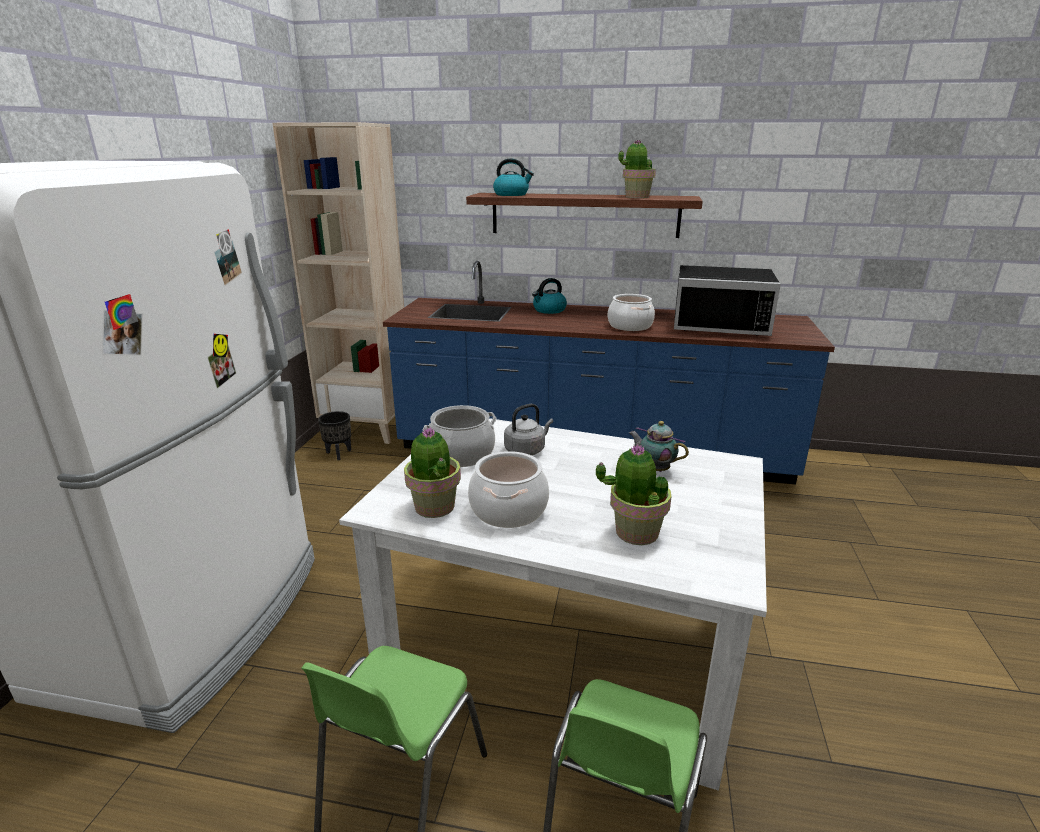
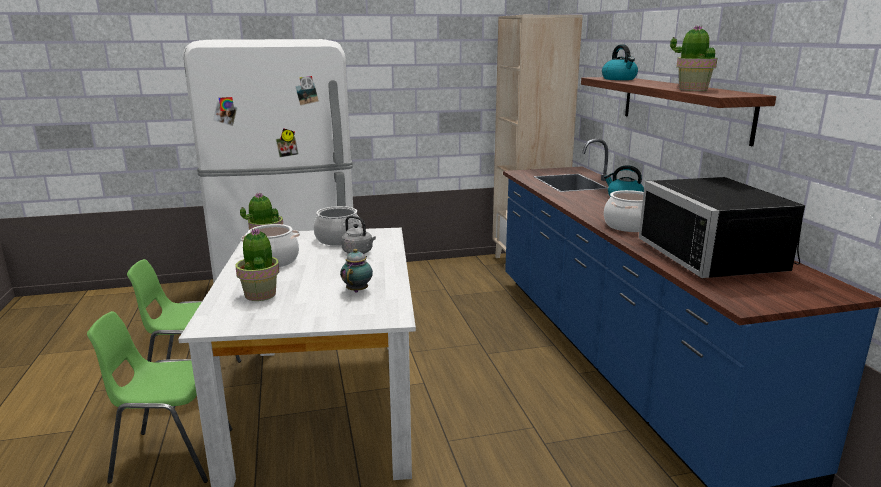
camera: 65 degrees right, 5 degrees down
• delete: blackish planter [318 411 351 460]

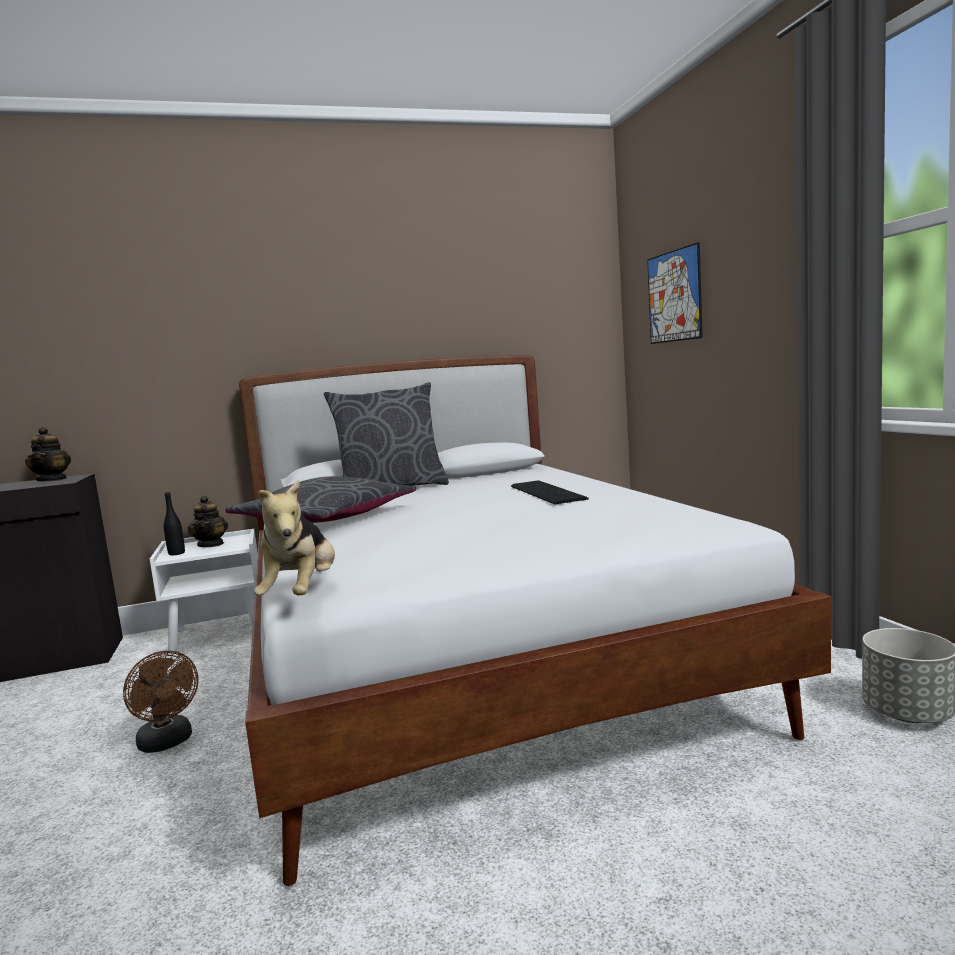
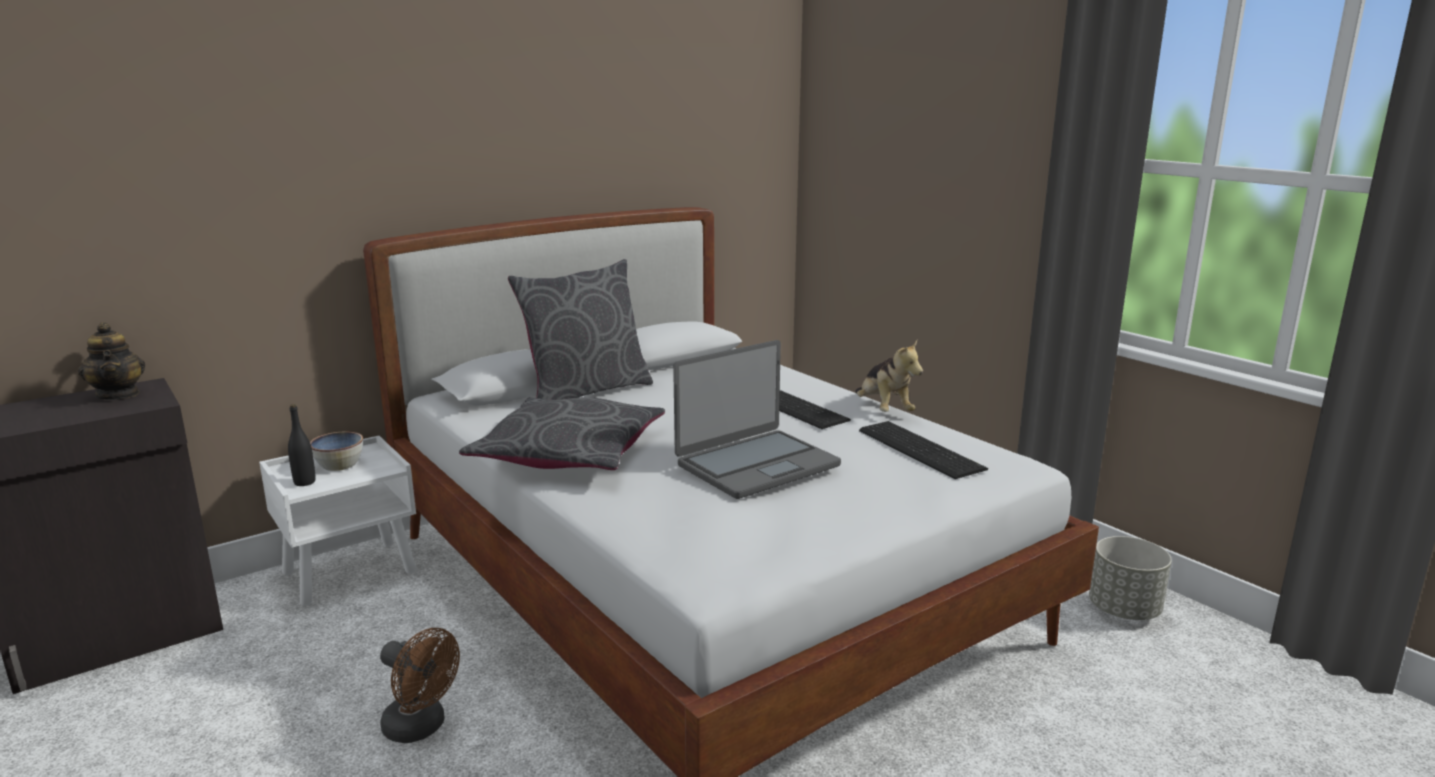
camera: 20 degrees left, 10 degrees up
• replace: tea pot [188 496 228 547] to deep dish [310 431 363 471]
• move: plush toy [254 480 335 595] to [855 340 923 412]
• delete: picture [647 242 703 344]
• insert: portable computer [673 340 841 499]
• insert: computer keyboard [859 421 988 479]

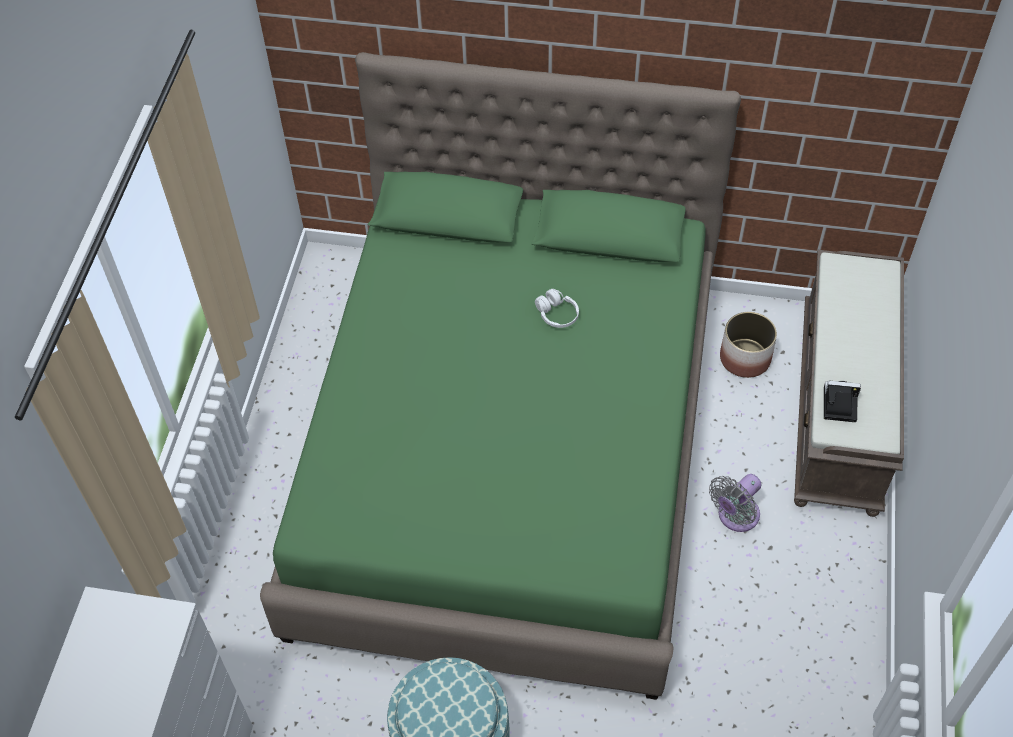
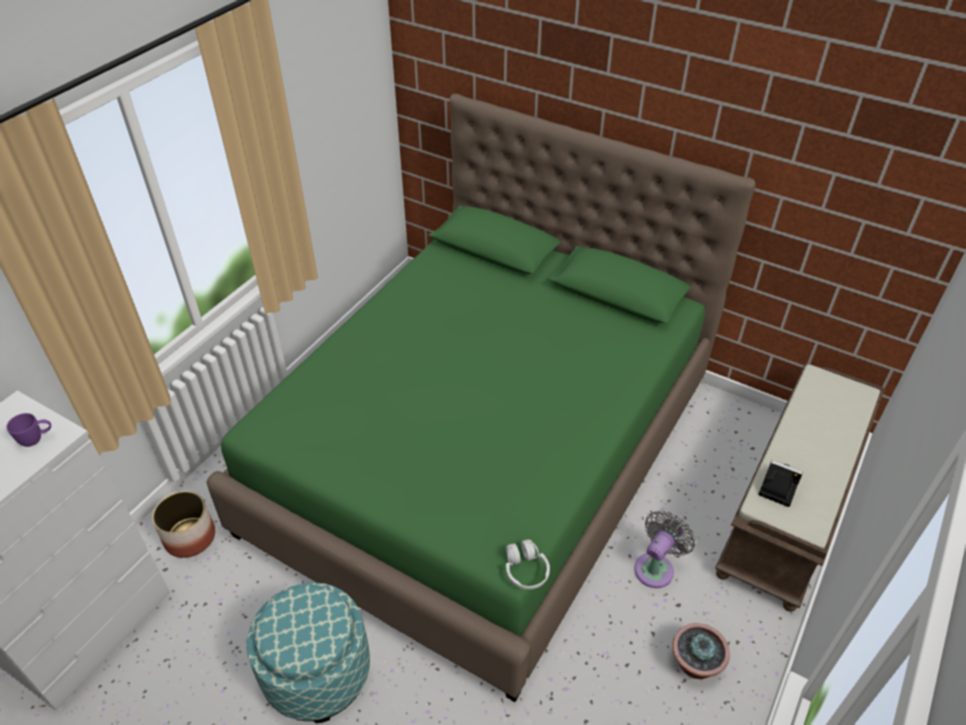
camera: 20 degrees right, 10 degrees down
• move: white-coloured headset [535 289 579 328] to [506 539 550 589]
• rotate: grey electric fan [709 474 762 532] = [634 510 695 588] 150 degrees clockwise
• move: planter [720 312 777 378] to [152 491 215 558]
• insert: purple tea mug [6 413 51 447]
• insert: houseplant [672 623 730 679]

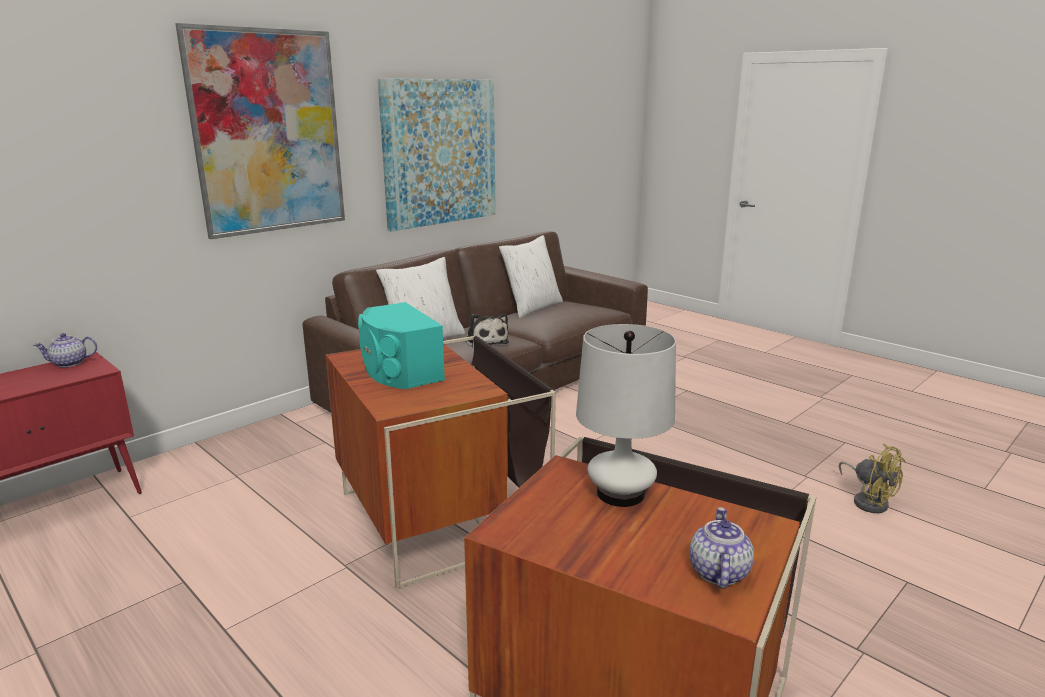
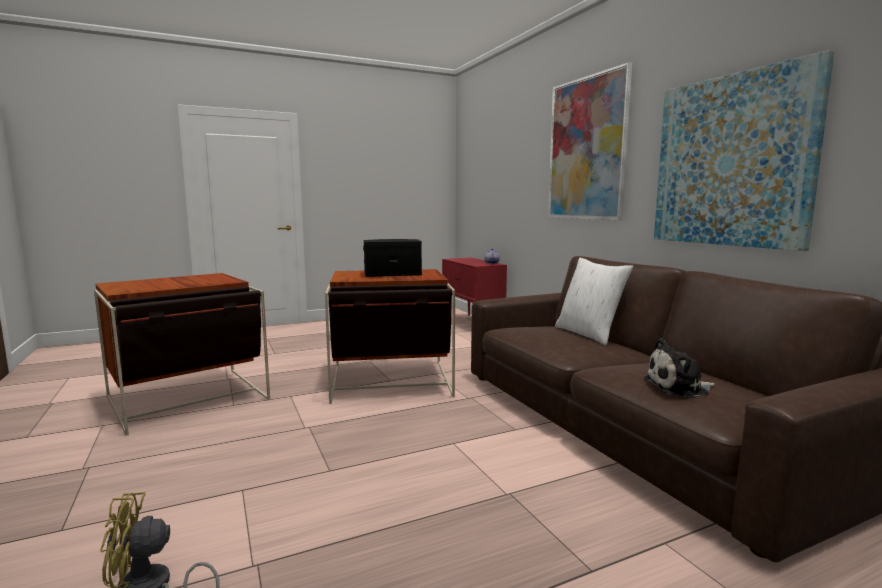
camera: 110 degrees right, 10 degrees down
• recolor: turquoise-coloured audio speaker [358 302 445 389] to blackish audio speaker [363 239 422 277]
• move: plush toy [466 314 509 348] to [644 338 715 397]
• delete: white-coloured throw pillow [499 235 563 318]
• delete: white-coloured tabletop lamp [576 324 676 507]
• delete: tea pot [690 507 754 589]

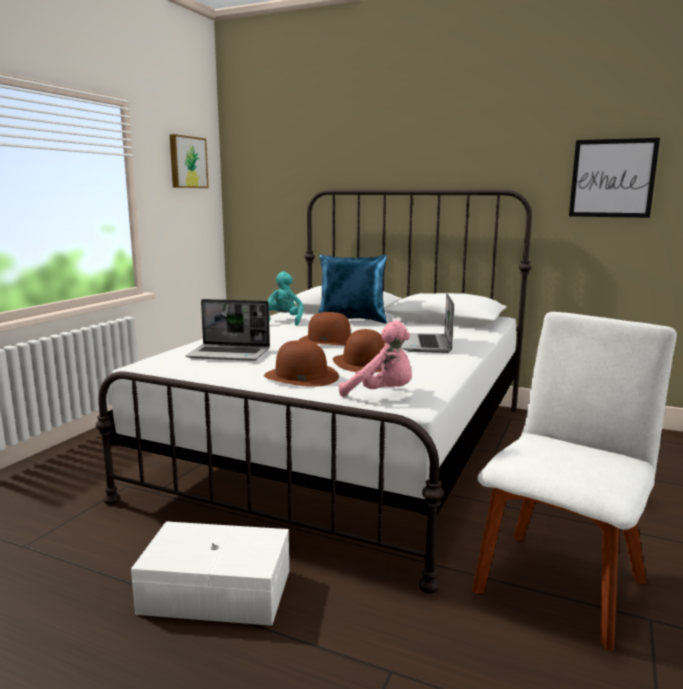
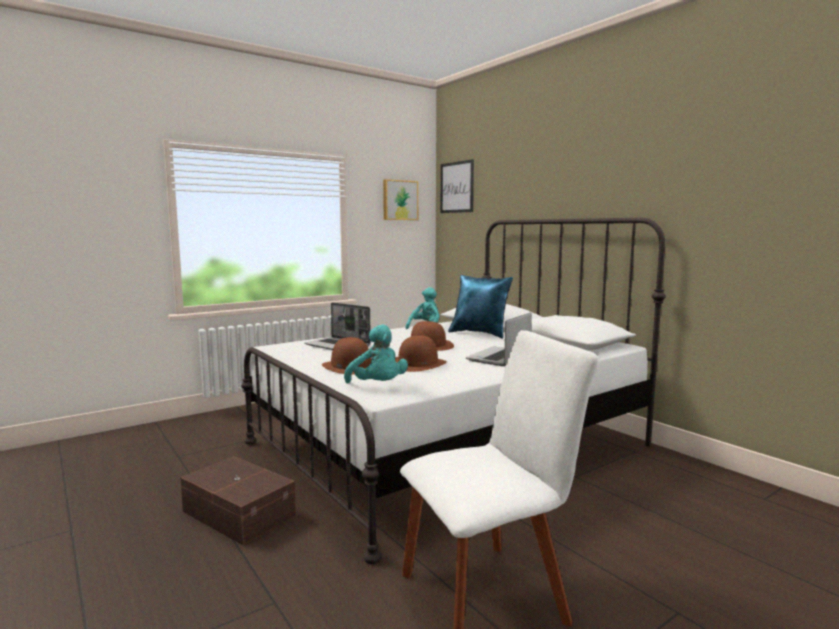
camera: 30 degrees right, 5 degrees down
• recolor: white-coloured storage container [131 521 289 626] to brown-coloured storage container [180 456 296 545]
• recolor: pink-coloured plush toy [339 320 412 397] to turquoise-coloured plush toy [344 324 408 383]
• move: picture [569 138 660 218] to [440 159 474 213]

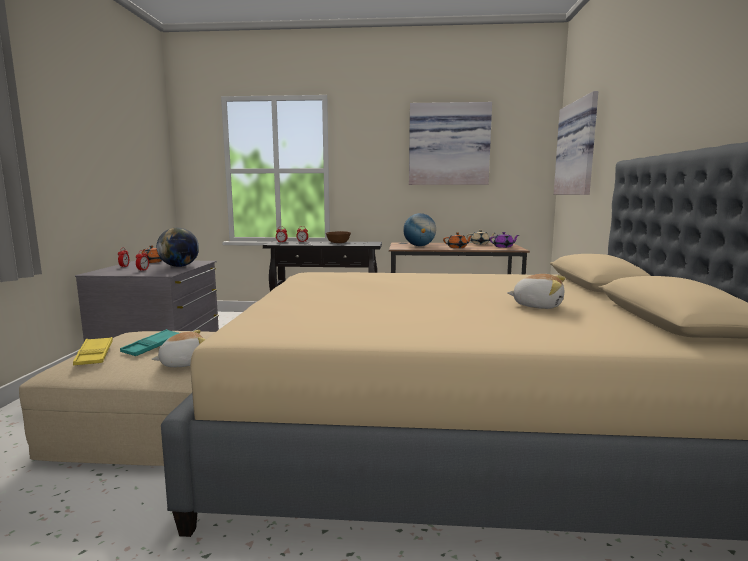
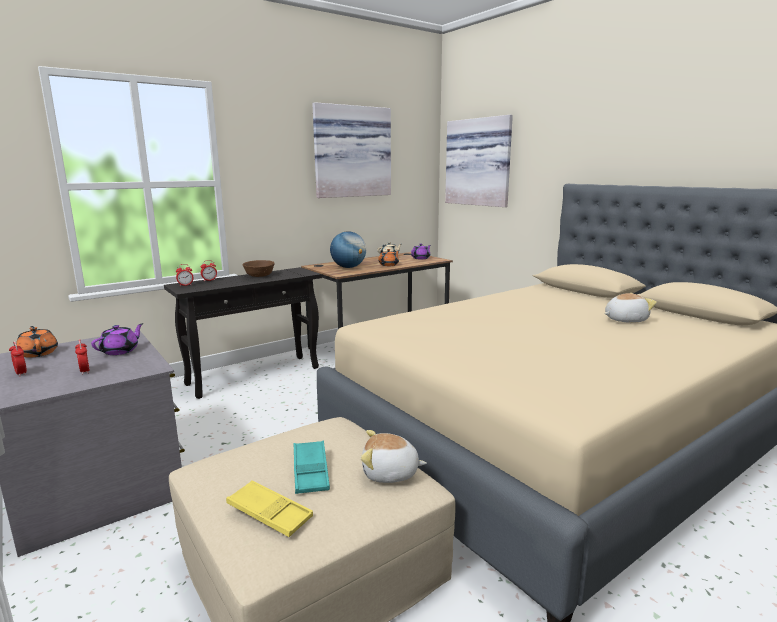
camera: 40 degrees left, 5 degrees up
• rotate: plush toy [152 330 206 367] = [361 430 427 483] 105 degrees counterclockwise
• replace: world globe [157 228 199 267] to purple tea pot [91 323 143 355]

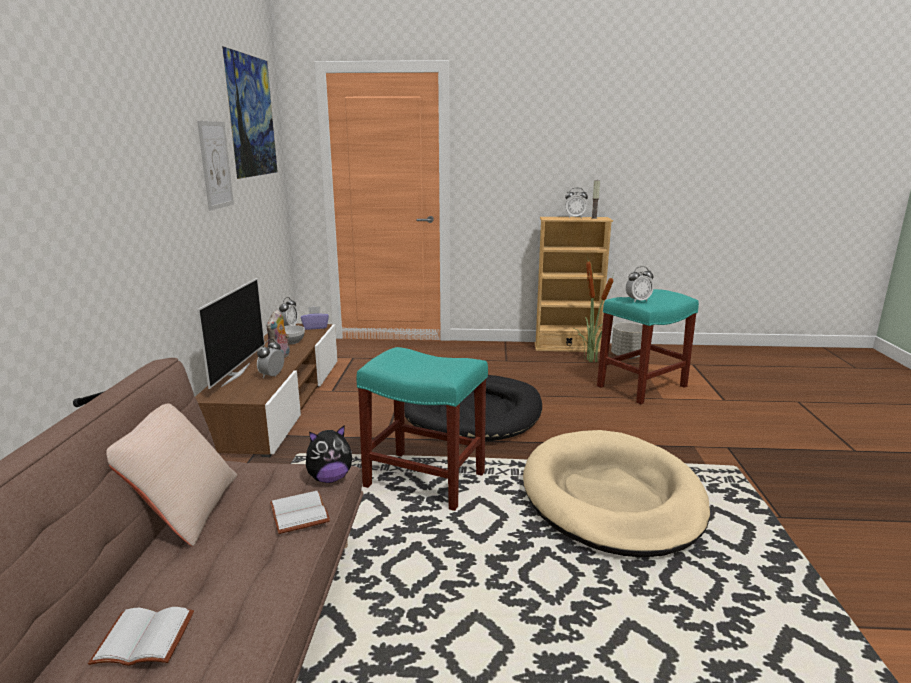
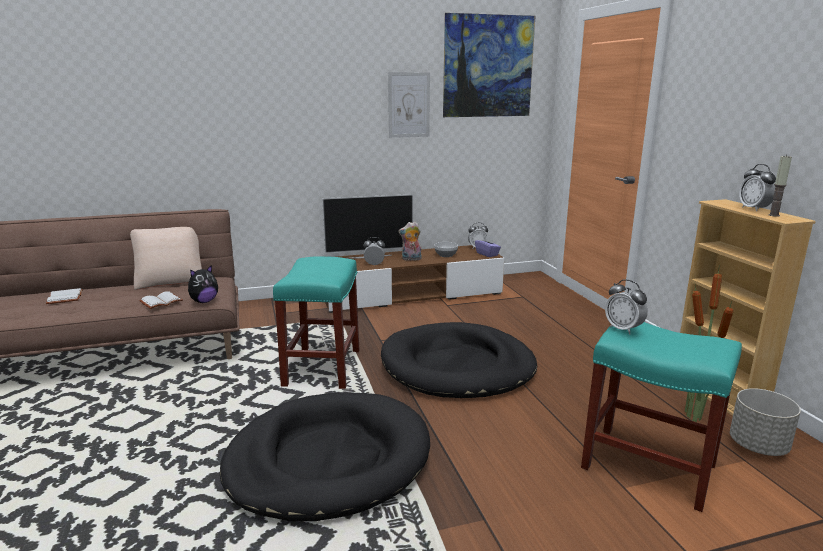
camera: 70 degrees right, 0 degrees up
• rotate: plush toy [306 426 352 483] = [188 265 218 303] 90 degrees counterclockwise
• recolor: beige-coloured dog bed [523 430 710 557] to blackish dog bed [220 392 430 521]

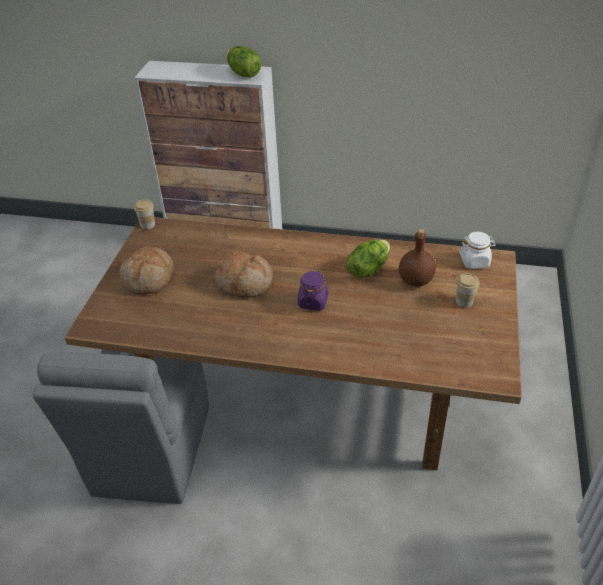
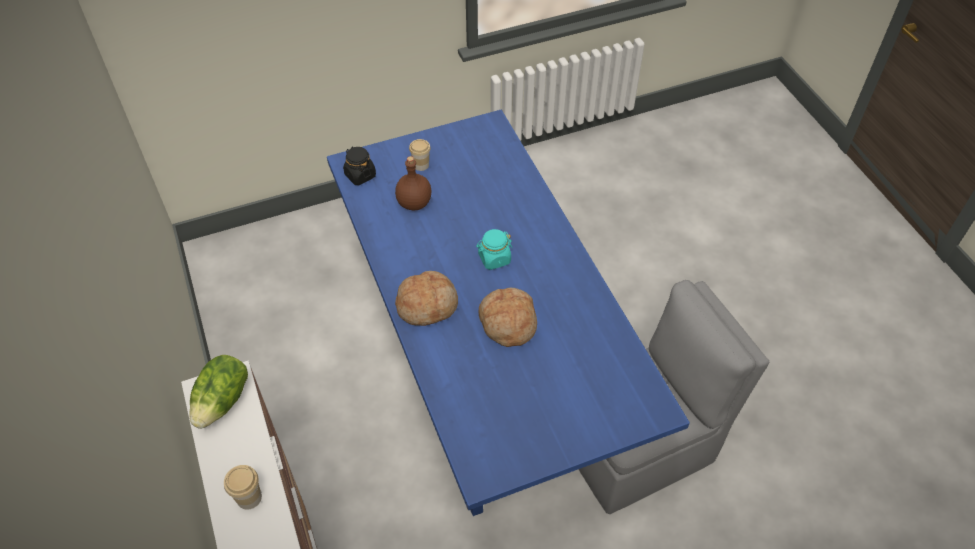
camera: 125 degrees left, 10 degrees up
• recolor: brown-coloured dinner table [64 217 522 470] to bluish dinner table [327 110 690 516]
• move: bakery bread [120 247 174 295] to [395 271 458 326]
• move: cup [134 199 155 229] to [224 465 262 510]
• recolor: purple storage jar [298 270 328 311] to turquoise-coloured storage jar [476 229 512 270]
• delete: lettuce head [347 239 390 278]
• recolor: white-coloured storage jar [459 232 496 269] to blackish storage jar [343 147 376 185]

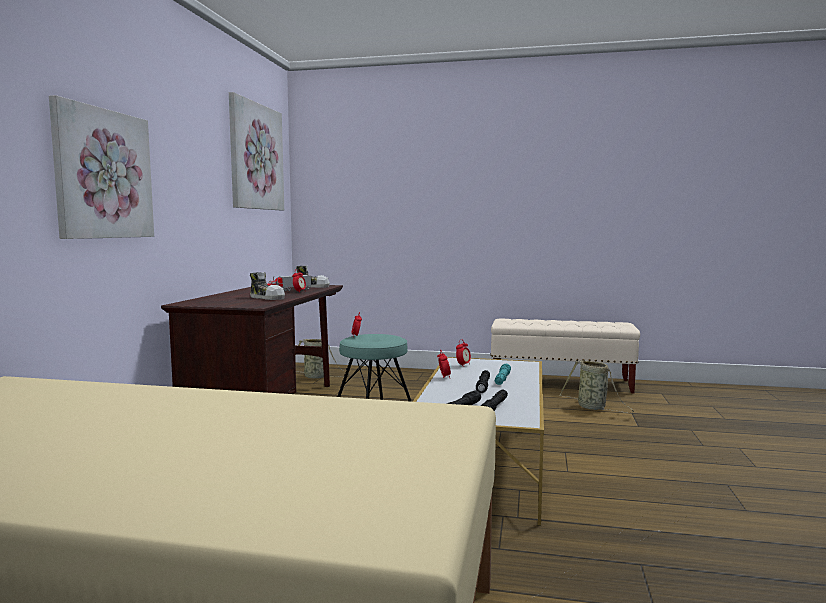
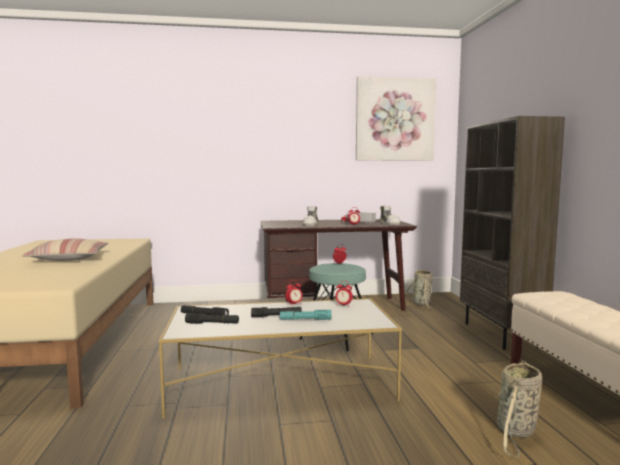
camera: 70 degrees right, 0 degrees up
• delete: picture [49 95 154 239]
• insert: throw pillow [22 238 108 261]
• insert: brown-coloured shelving unit [460 116 565 350]

